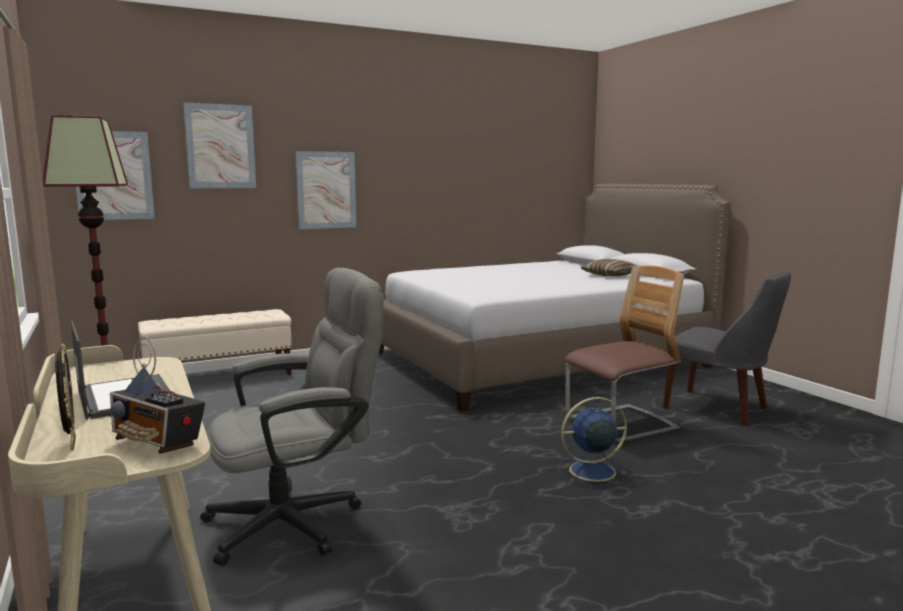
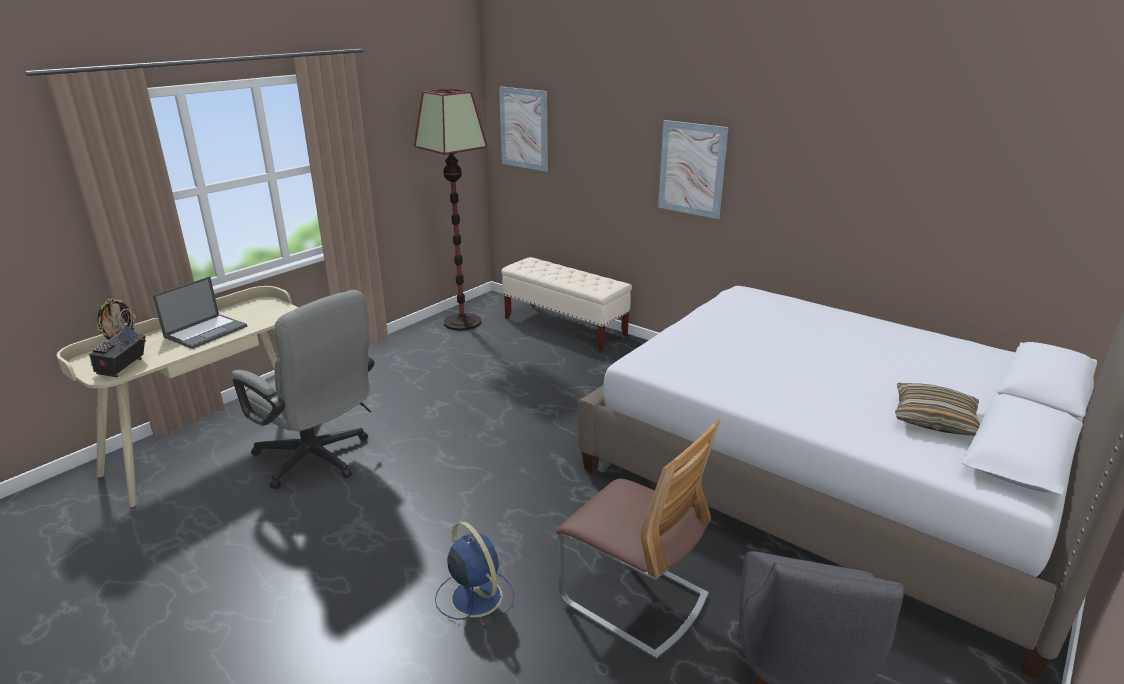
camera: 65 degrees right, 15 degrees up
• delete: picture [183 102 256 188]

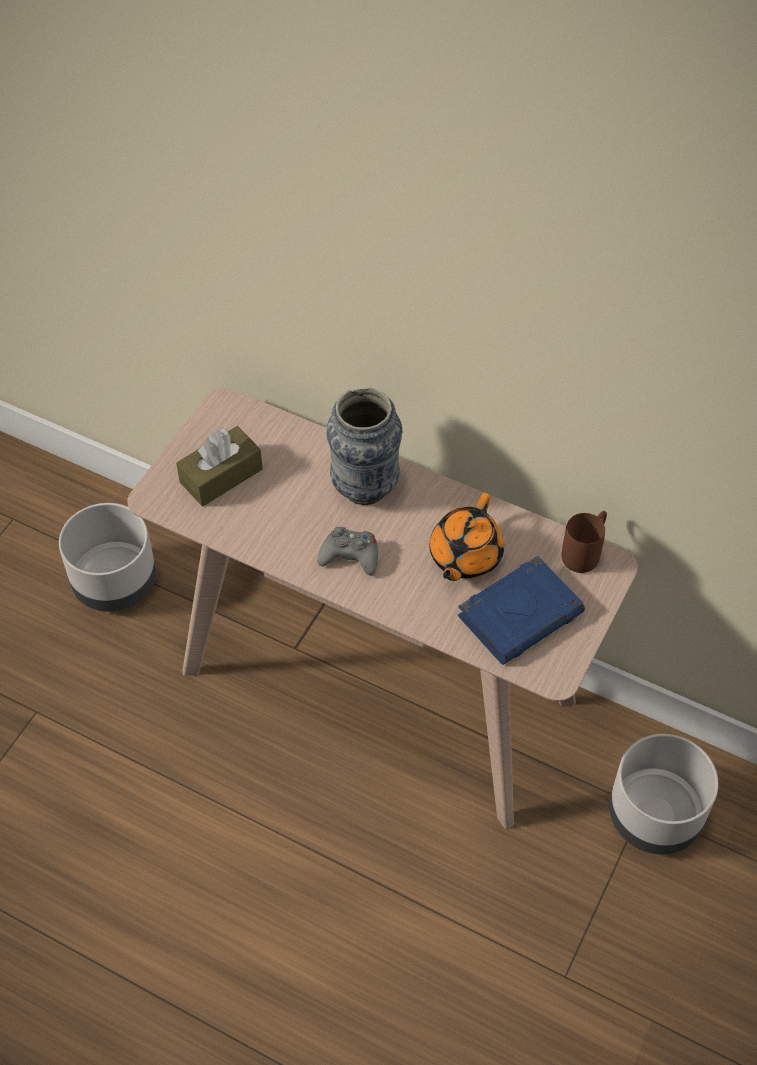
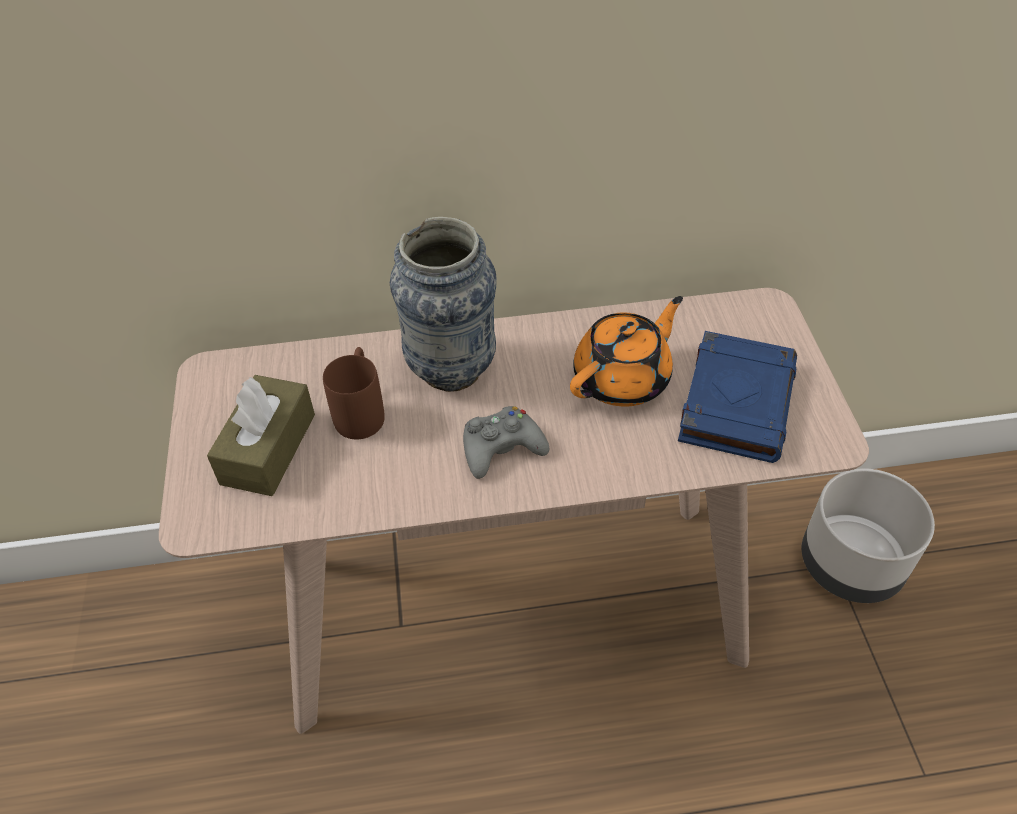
camera: 35 degrees left, 5 degrees down
• delete: grey planter [59 503 156 612]
• rotate: orange tea pot [429 493 504 581] = [570 296 683 407] 120 degrees counterclockwise
• move: brown-coloured tea mug [561 511 607 573] to [323 347 385 439]

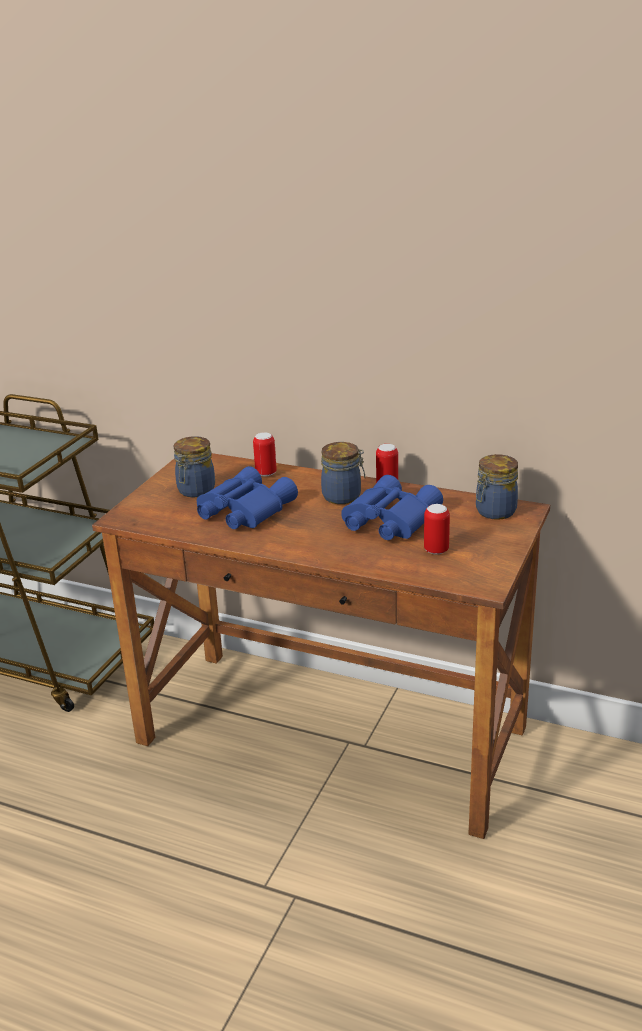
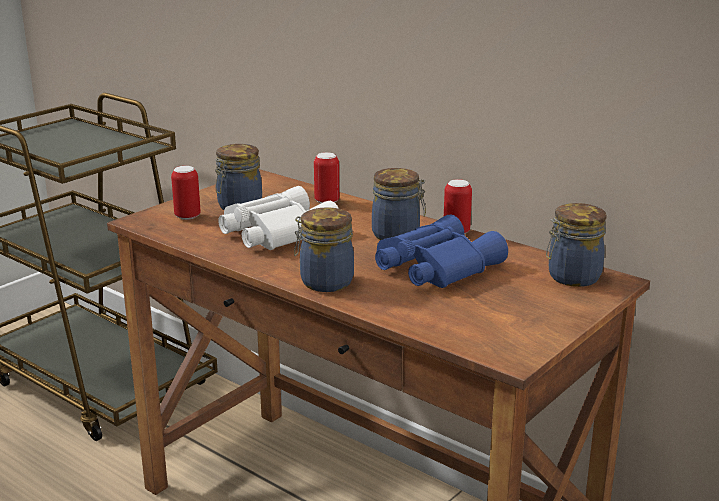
camera: 15 degrees right, 5 degrees down
• recolor: bluish field glasses [197 466 298 529] to white-coloured field glasses [218 186 339 250]
• move: can [424 504 450 555] to [171 166 201 220]
• insert: storage jar [294 207 354 292]

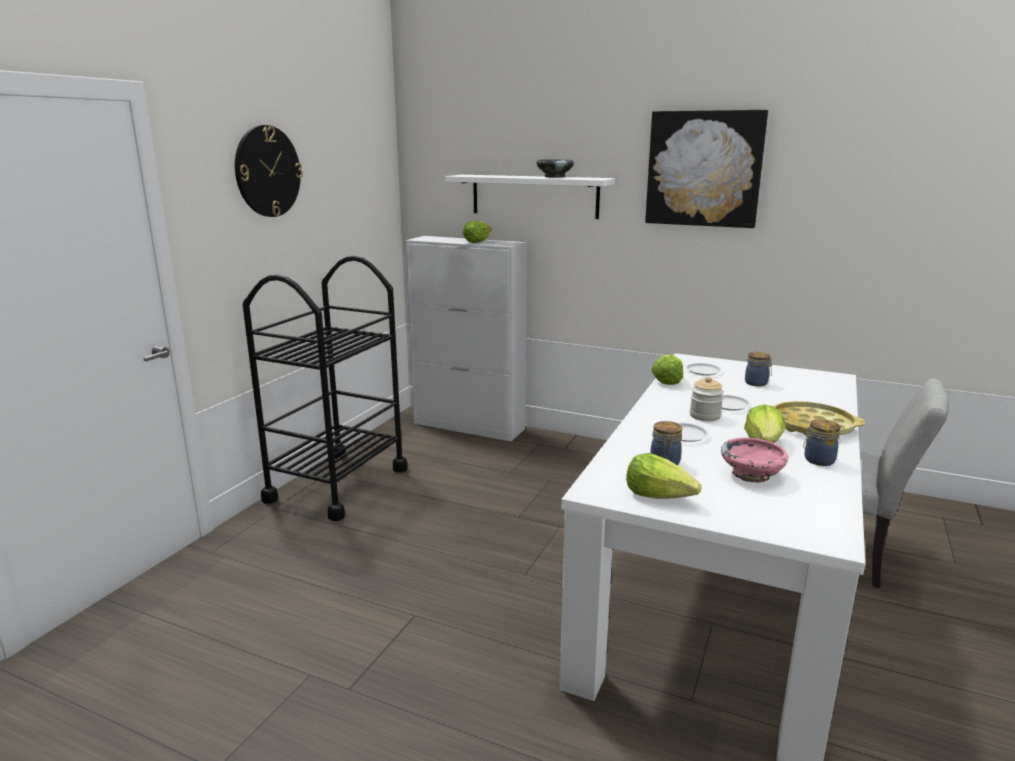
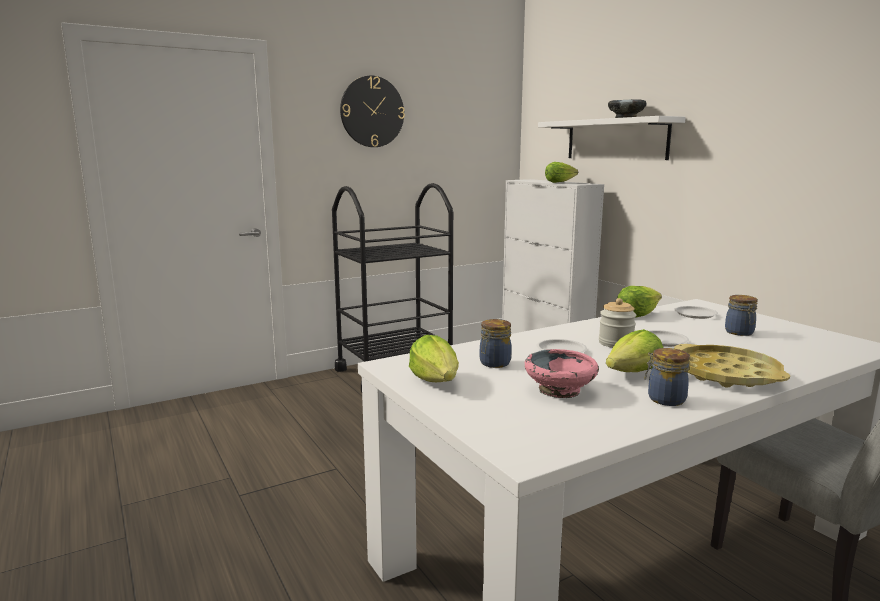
camera: 35 degrees right, 5 degrees down
• delete: picture [645 110 768 228]

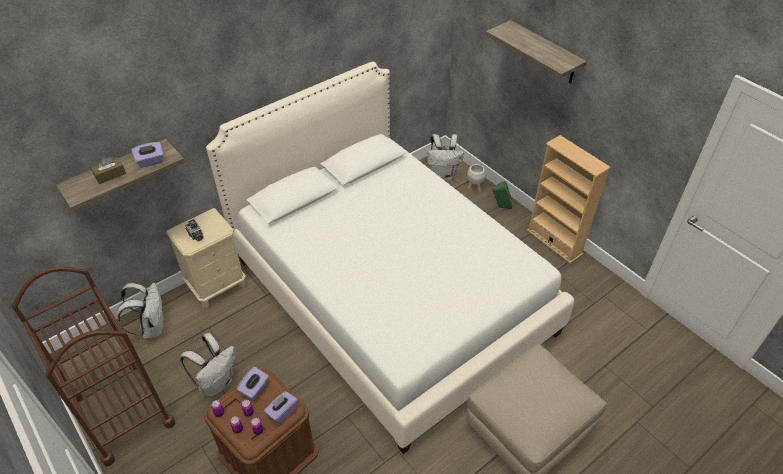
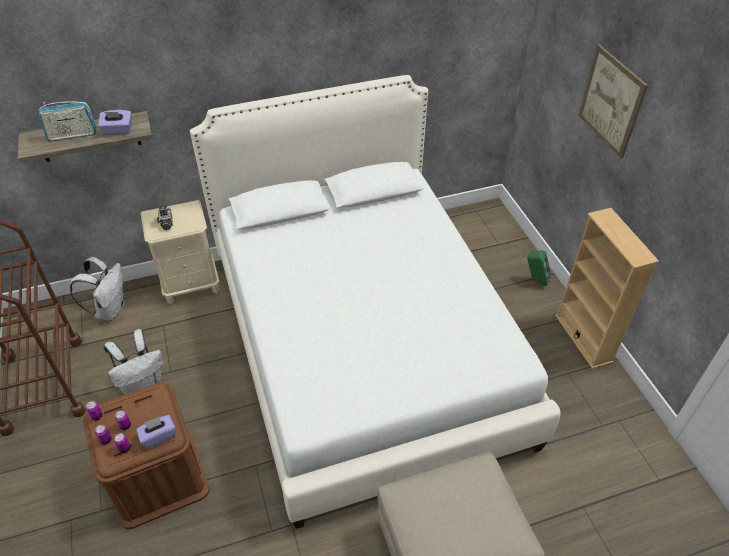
camera: 20 degrees right, 0 degrees up
• replace: brown-coloured tissue box [91 157 126 184] to radio set [38 102 96 142]
• delete: purple tissue box [237 367 269 401]
• delete: white-coloured knapsack [427 134 464 180]
• delete: white-coloured planter [467 164 486 192]
• replace: shelf [486 20 587 84] to picture [578 44 648 158]

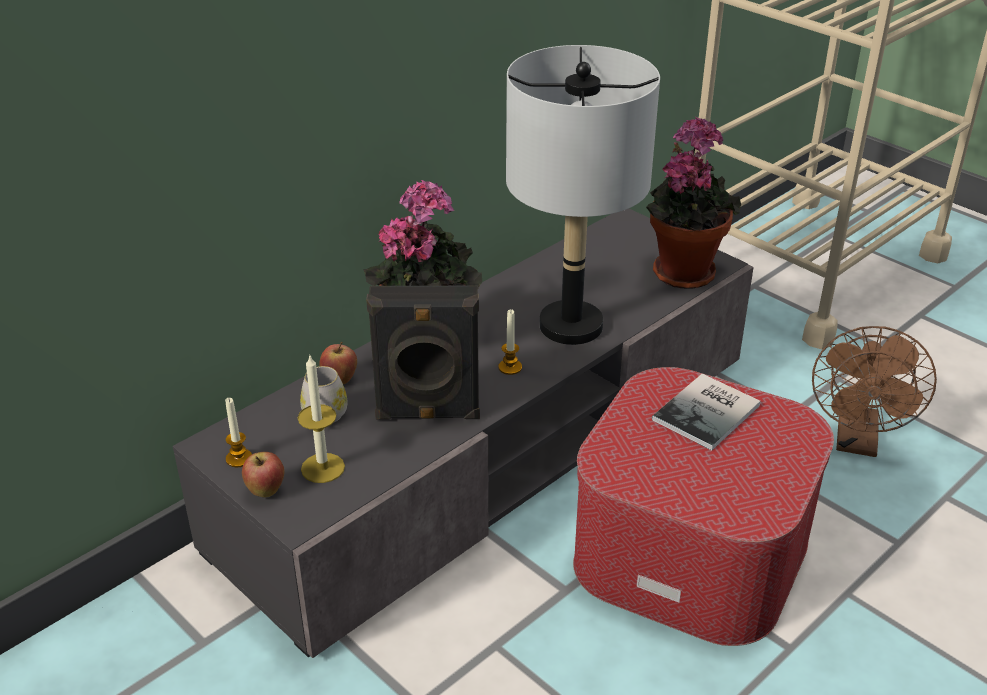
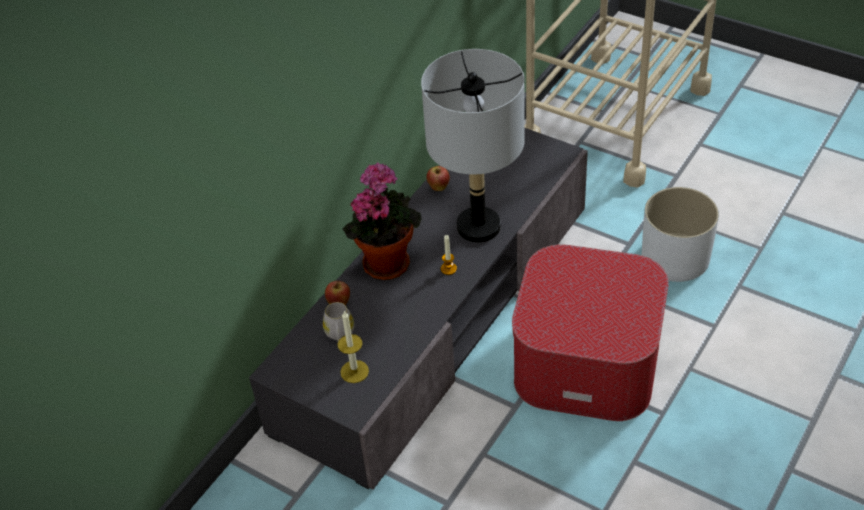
camera: 10 degrees left, 10 degrees up
• delete: wax candle [225 398 252 468]
• move: apple [242 452 284 498] to [426 166 450 191]
• delete: blackish audio speaker [366 286 480 420]
• delete: houseplant [646 117 741 289]
• delete: volume [652 374 760 450]
• replace: brown-coloured electric fan [812 326 937 457] to white-coloured planter [642 187 719 282]

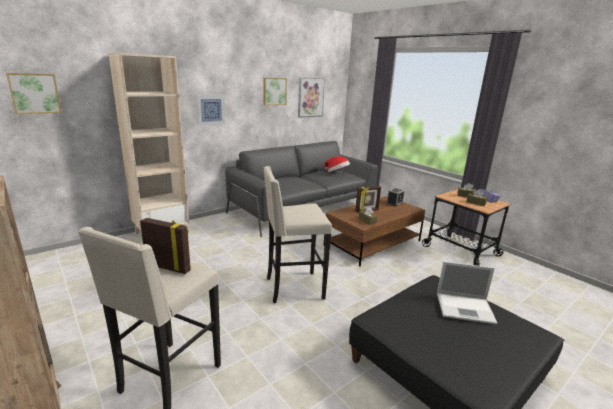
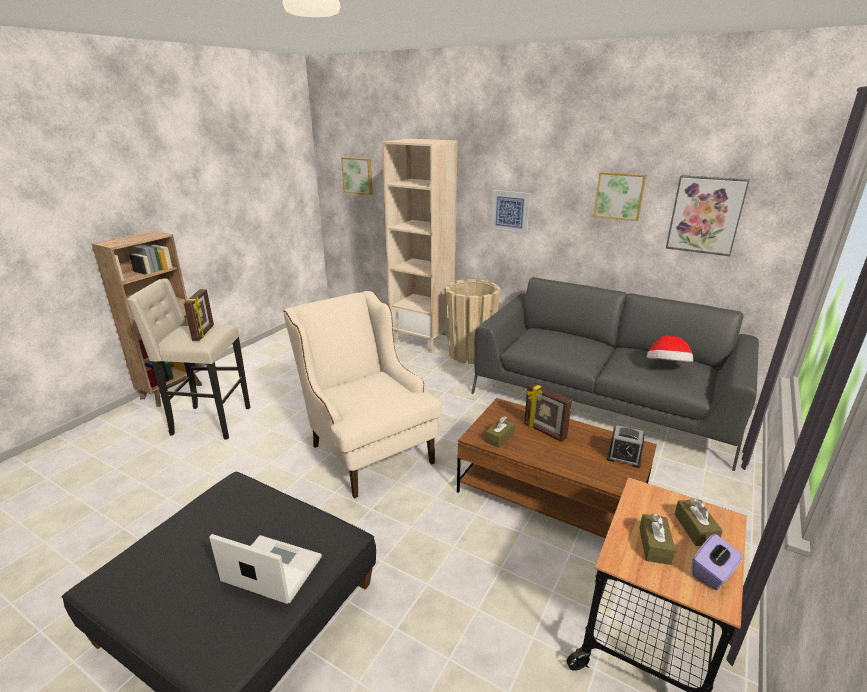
camera: 70 degrees right, 5 degrees up
• replace: beige-coloured stool [263 166 332 303] to beige-coloured easy chair [283 291 442 499]
• rotate: portable computer [437 261 498 325] = [209 534 322 604] 120 degrees clockwise
• insert: beige-coloured planter [446 279 500 364]

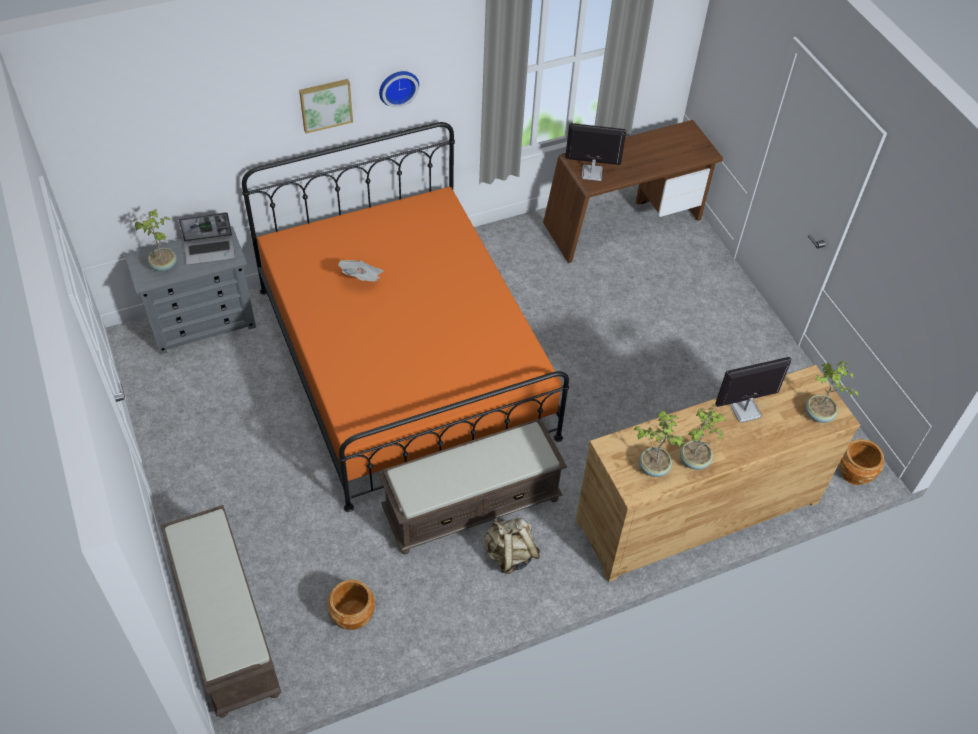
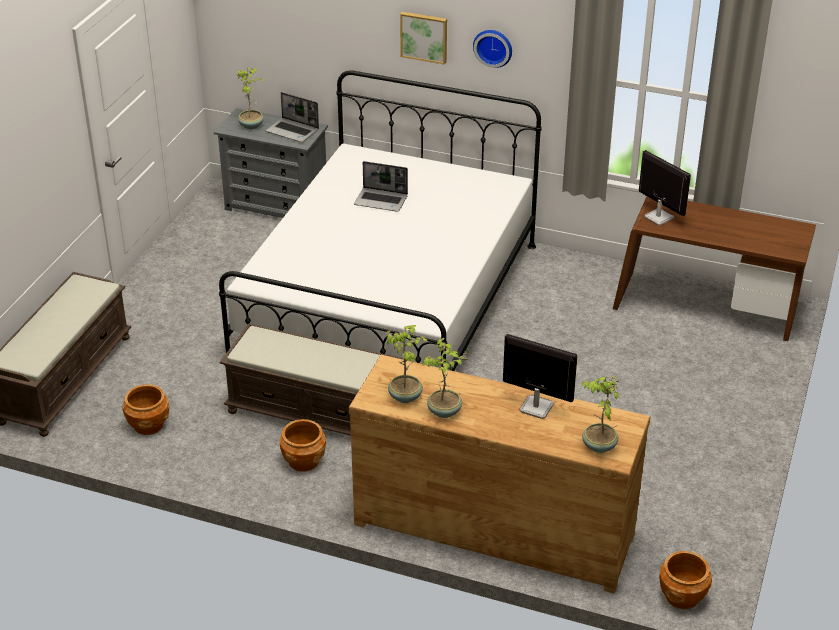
camera: 45 degrees right, 15 degrees down
• recolor: orange bedroom bed [242 122 569 512] to white-coloured bedroom bed [219 70 542 371]
• replace: daily paper [338 260 383 282] to portable computer [354 161 408 212]
• replace: beige-coloured knapsack [484 518 540 574] to brown-coloured planter [280 419 326 472]

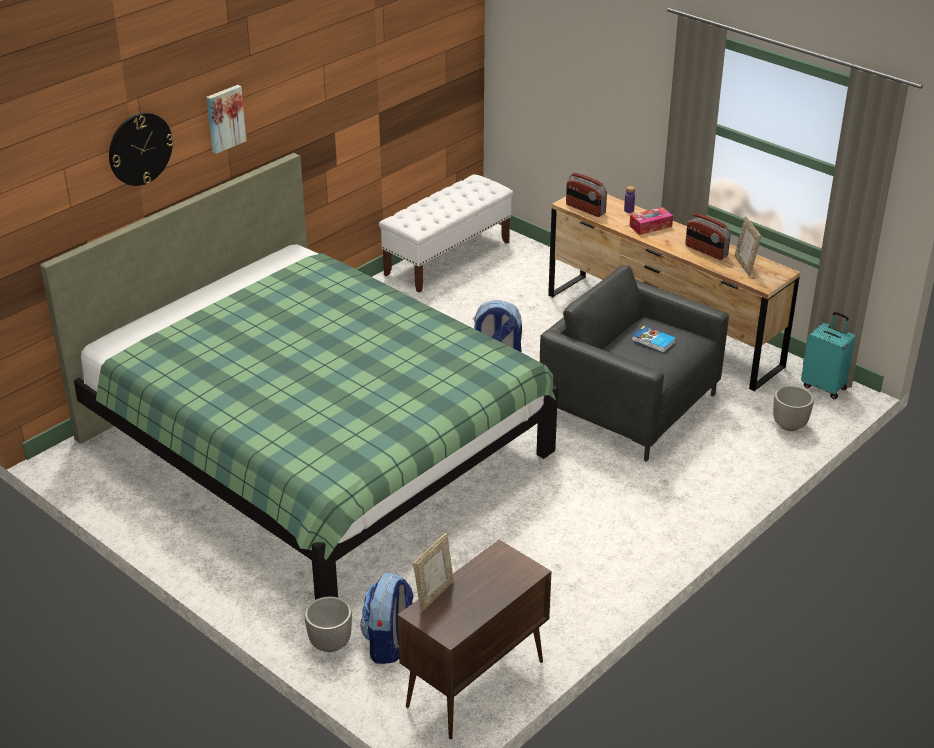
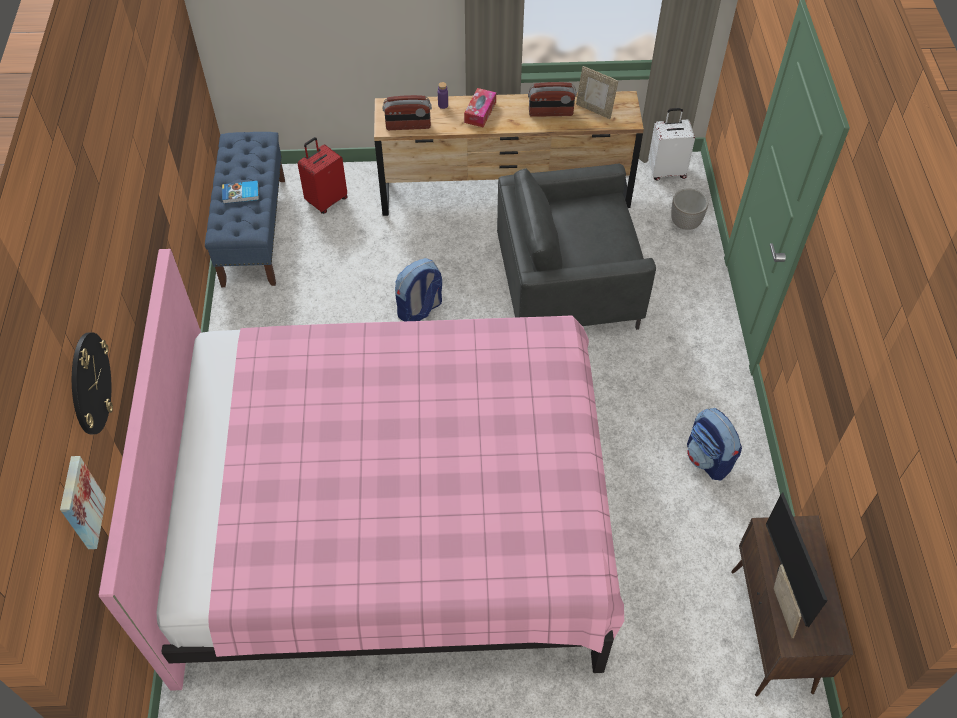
camera: 45 degrees left, 20 degrees up
• recolor: green bedroom bed [40 153 558 600] to pink-coloured bedroom bed [98 249 624 691]
• move: picture [207 85 247 154] to [60 456 106 549]
• delete: planter [305 597 352 652]
• move: knapsack [360 572 414 664] to [687 408 742 480]
• recolor: white-coloured bench [379 174 513 293] to bluish bench [205 132 285 287]
• move: volume [632 326 676 353] to [222 181 259 204]
• recolor: turquoise-coloured piece of luggage [801 312 855 399] to white-coloured piece of luggage [648 108 695 181]
• insert: red-coloured piece of luggage [298 137 348 214]
• insert: monitor [766 492 828 627]

